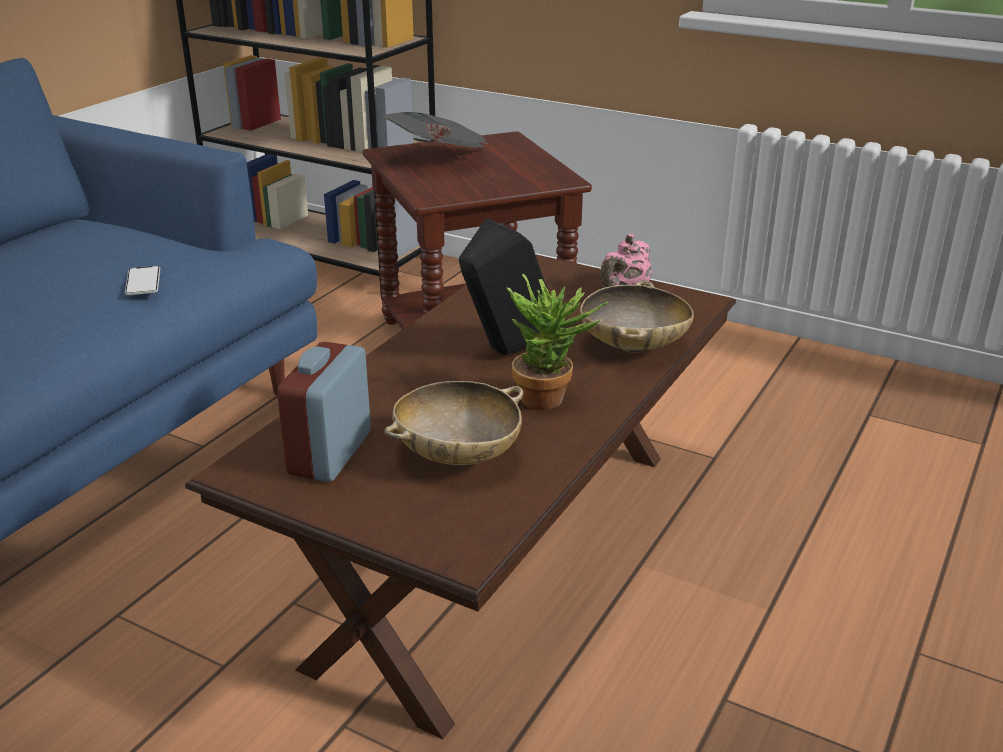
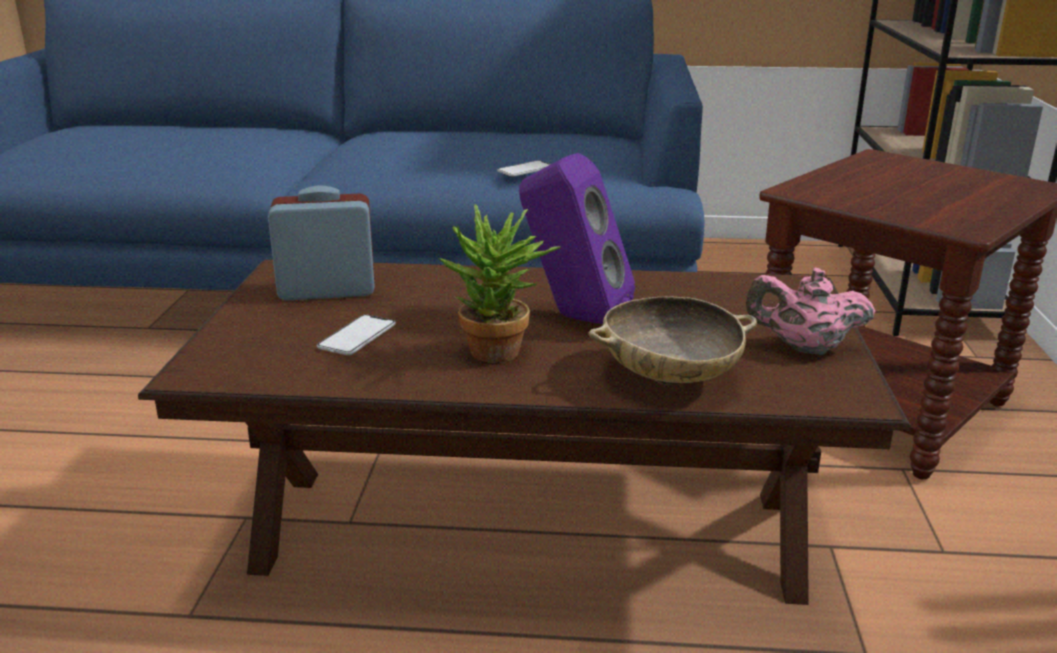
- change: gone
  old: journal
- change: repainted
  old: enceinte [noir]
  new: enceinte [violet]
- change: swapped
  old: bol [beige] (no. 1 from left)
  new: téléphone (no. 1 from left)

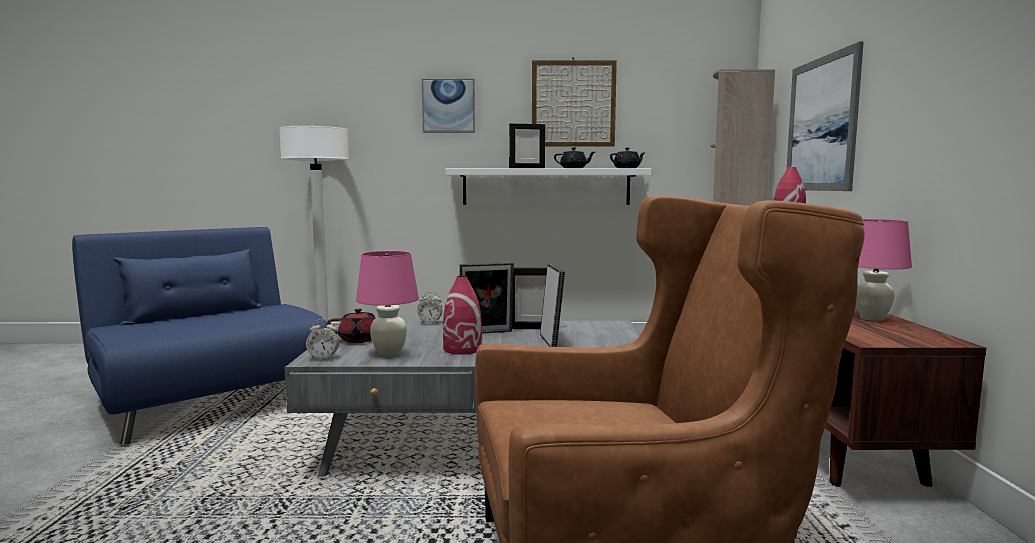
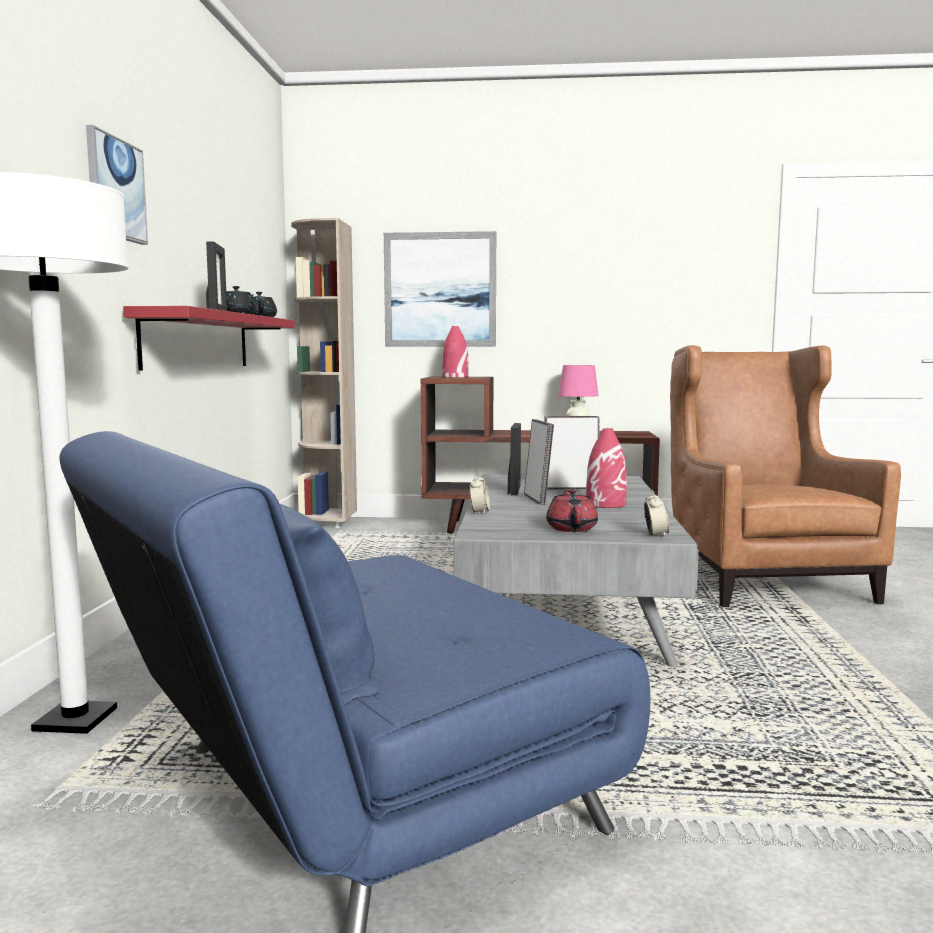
- change: gone
  old: tableau (no. 2 from left)
- change: repainted
  old: étagère [blanc]
  new: étagère [rouge]
- change: gone
  old: lampe de table [rose] (no. 1 from left)

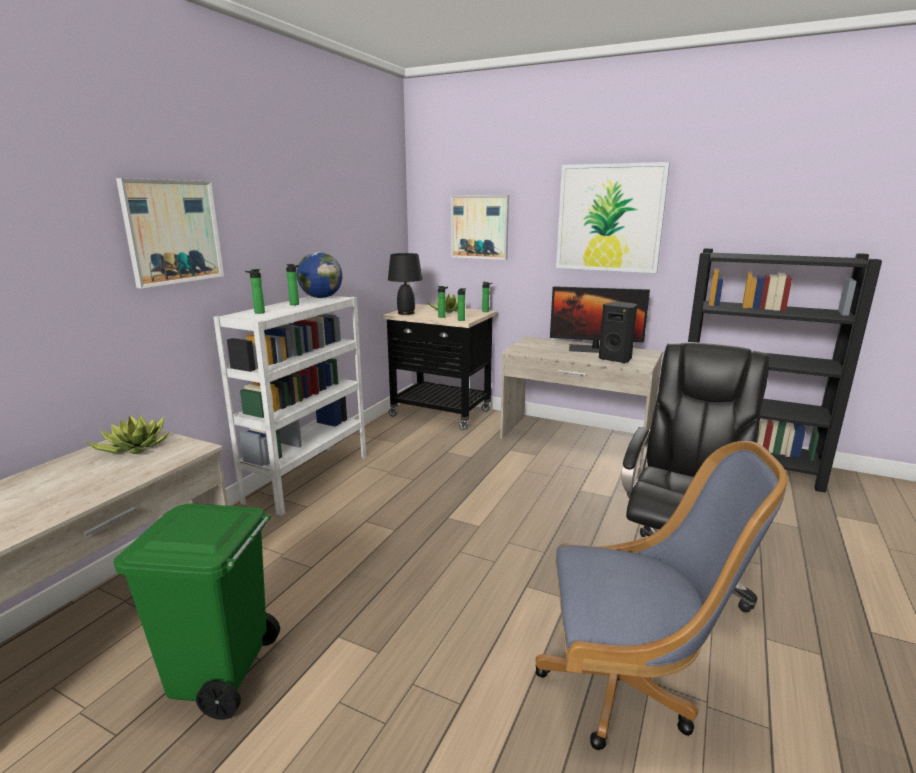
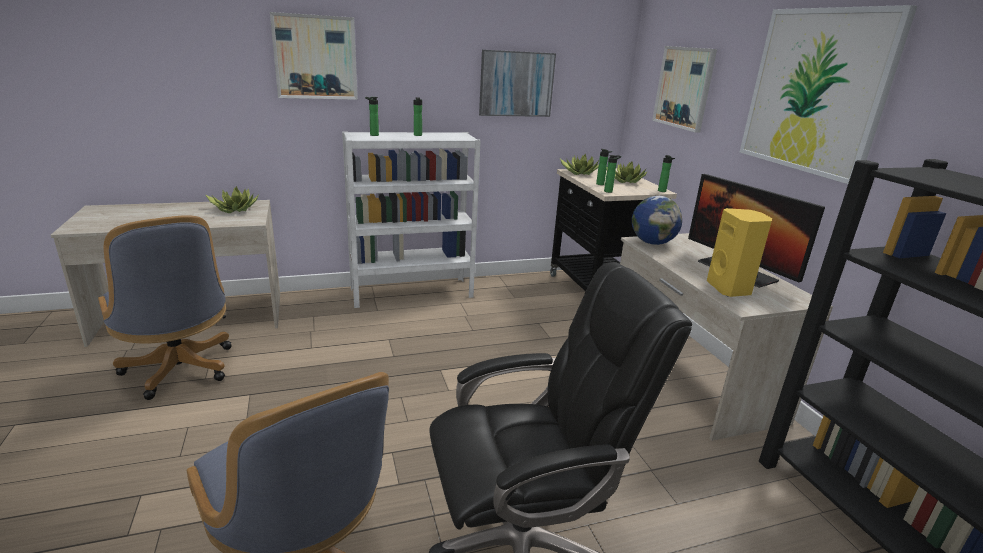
- change: shifted
  old: globe
- change: swapped
  old: lampe de table [noir]
  new: plante en pot (no. 2 from left)
- change: repainted
  old: enceinte [noir]
  new: enceinte [jaune]
- change: swapped
  old: poubelle [vert]
  new: chaise de bureau [bleu] (no. 1 from left)
- change: new
  new: tableau (no. 2 from left)

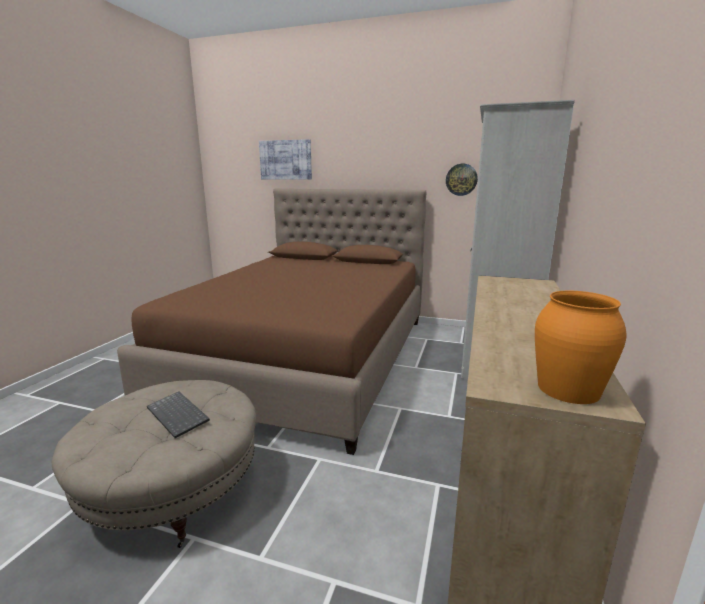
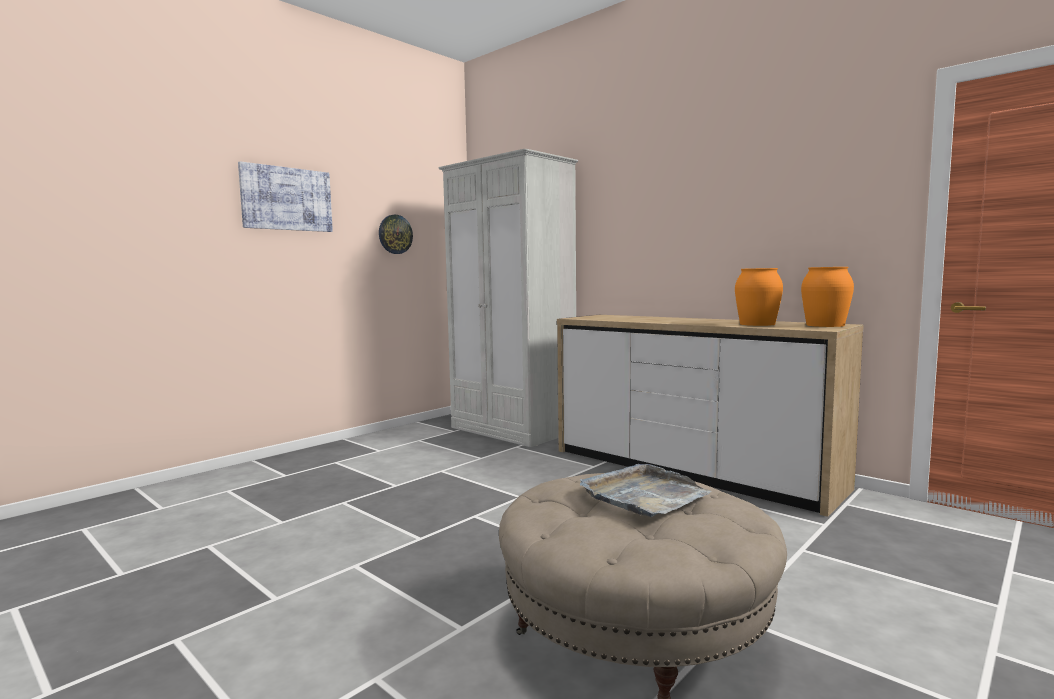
- change: shifted
  old: tableau
- change: gone
  old: lit [marron]
- change: swapped
  old: clavier
  new: plateau [gris]
- change: new
  new: vase [orange] (no. 1 from left)

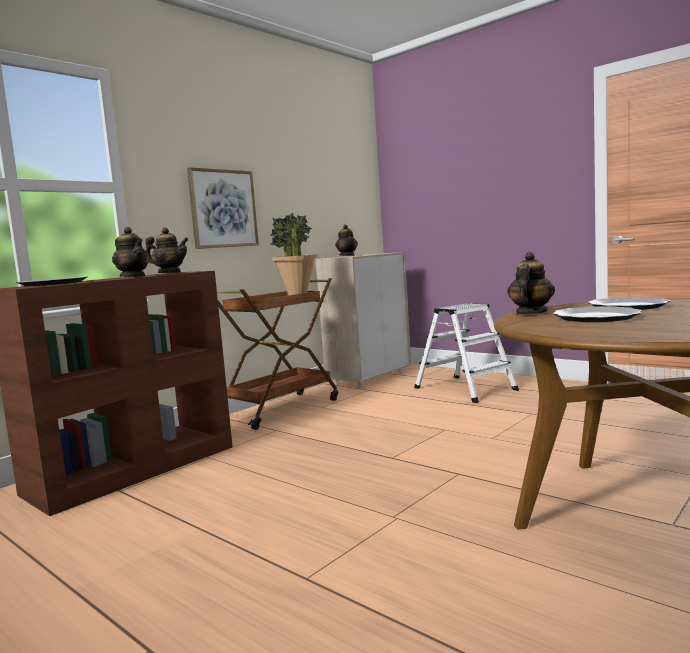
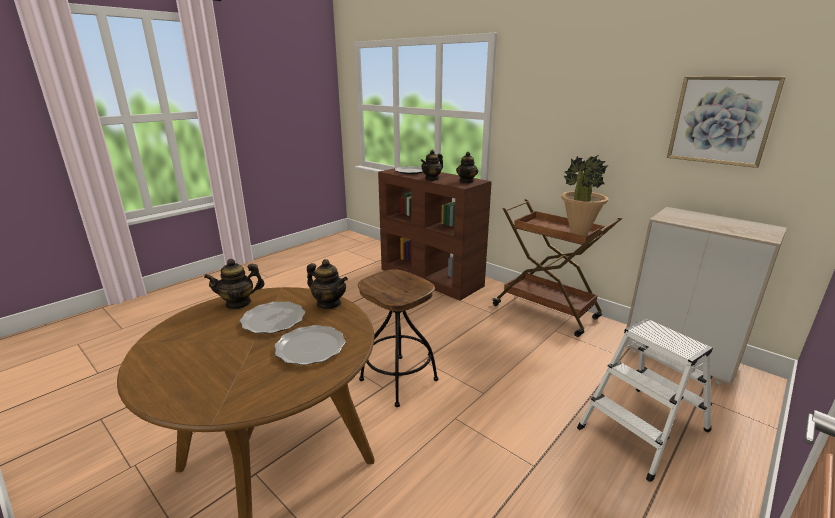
- change: shifted
  old: tableau
- change: shifted
  old: théière (no. 3 from left in the first image)
  new: théière (no. 1 from left)
- change: new
  new: tabouret [marron]

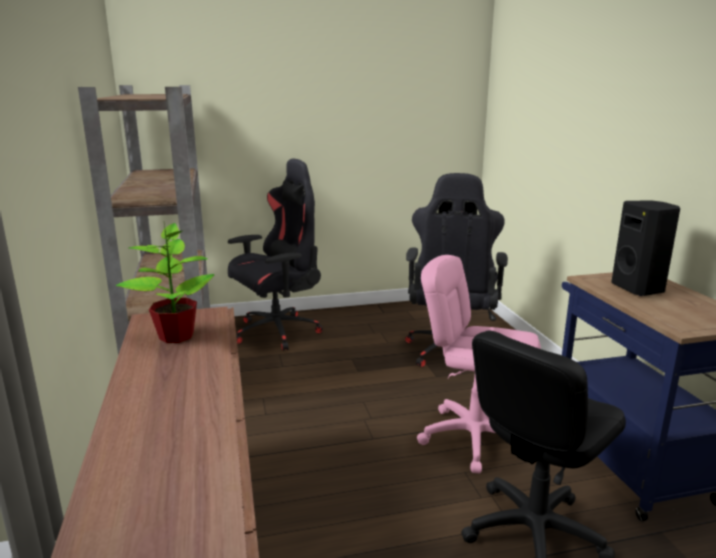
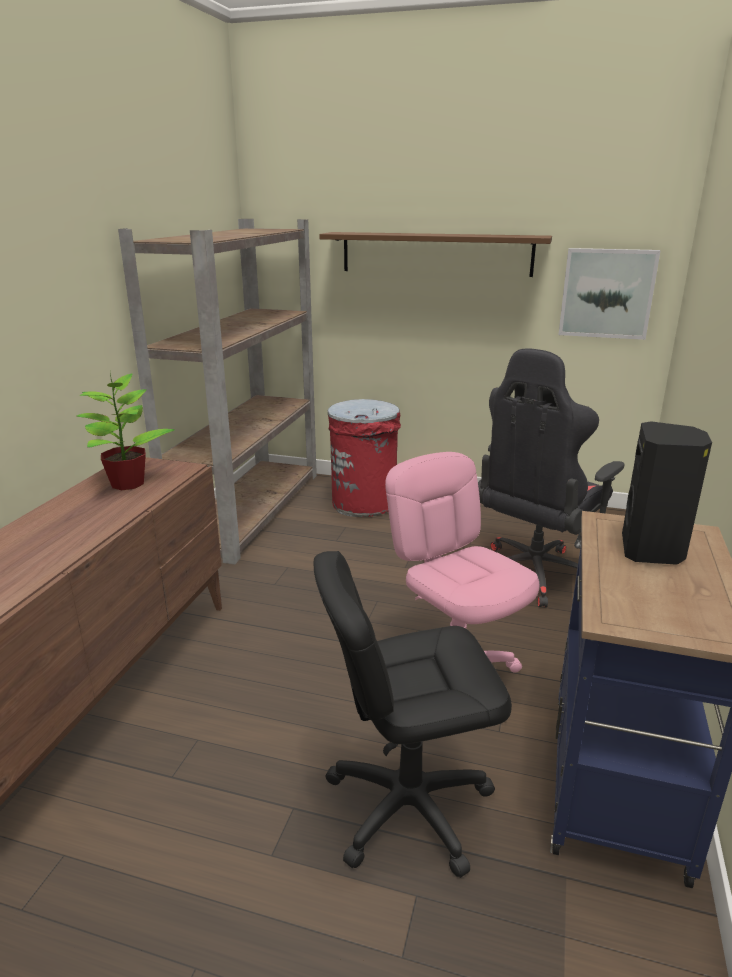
- change: swapped
  old: chaise de bureau [noir] (no. 1 from left)
  new: poubelle [rouge]
- change: new
  new: étagère [marron]
- change: new
  new: tableau

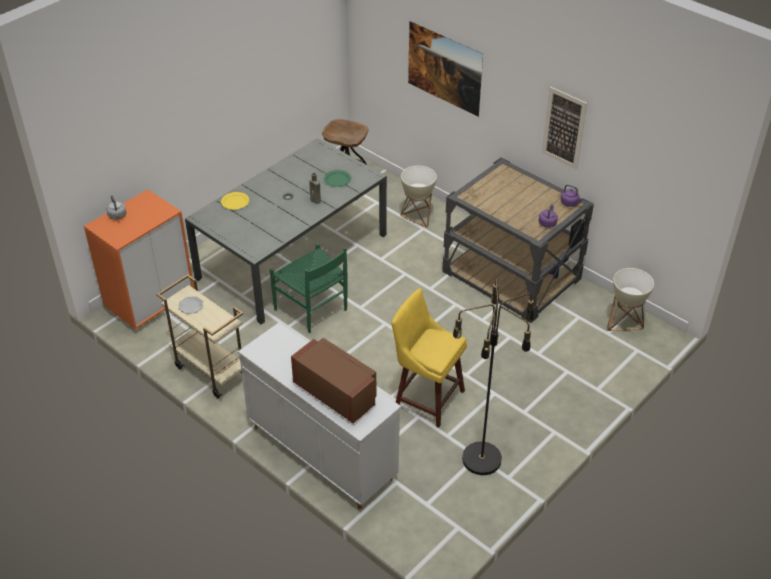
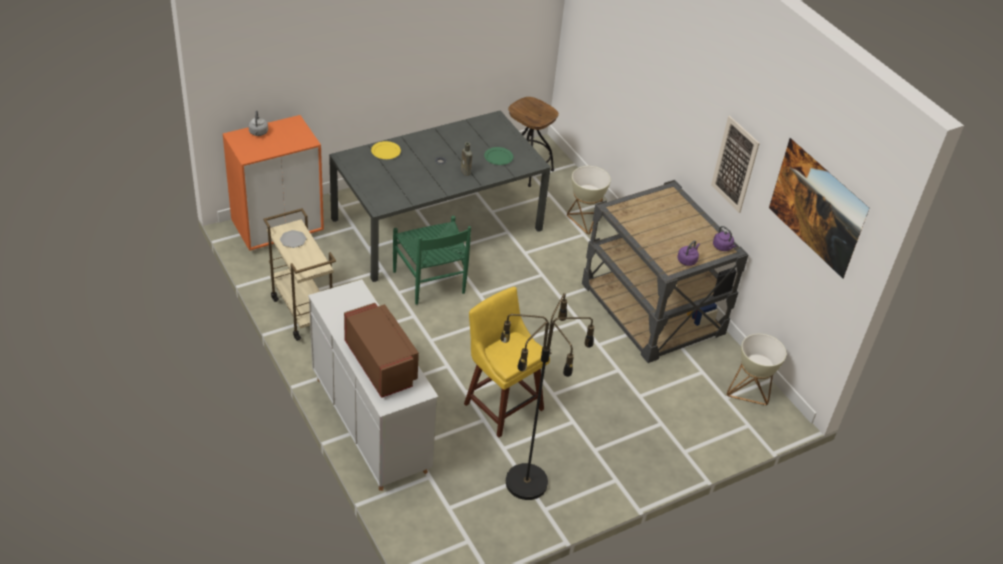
- change: shifted
  old: tableau (no. 1 from left in the first image)
  new: tableau (no. 2 from left)

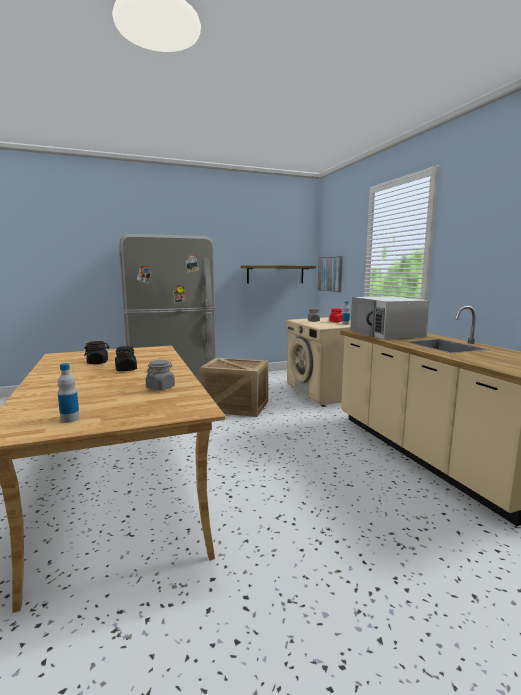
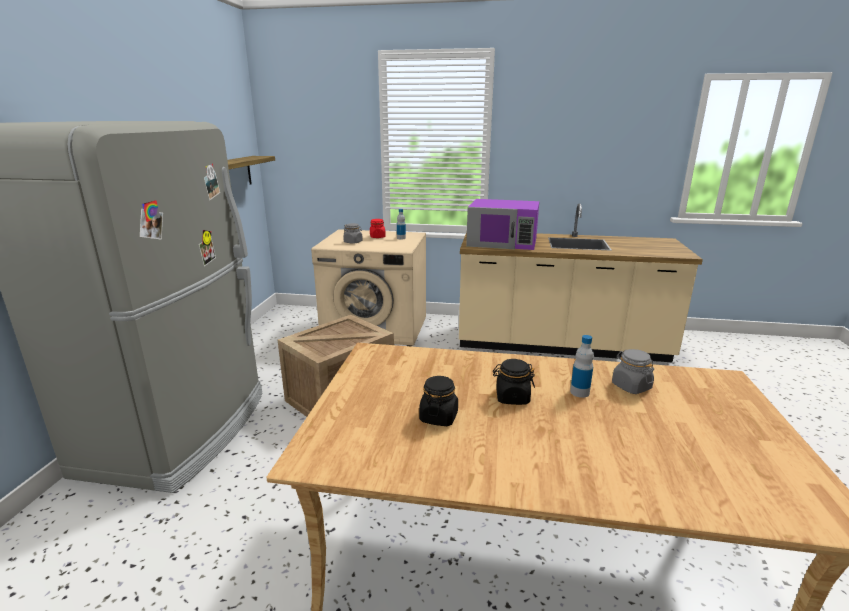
- change: gone
  old: tableau
- change: repainted
  old: micro-ondes [blanc]
  new: micro-ondes [violet]
- change: shifted
  old: bouteille (no. 1 from left in the first image)
  new: bouteille (no. 2 from left)

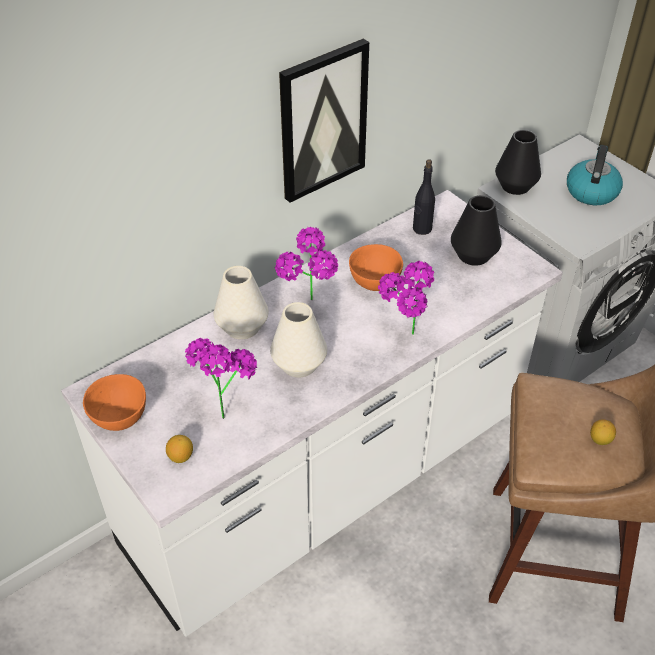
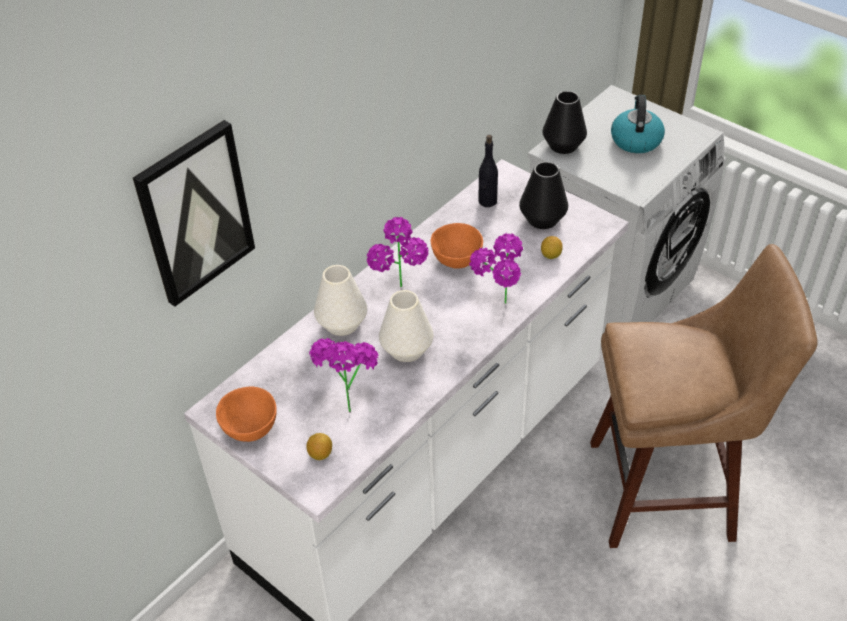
- change: shifted
  old: tableau
- change: shifted
  old: citron (no. 2 from left)

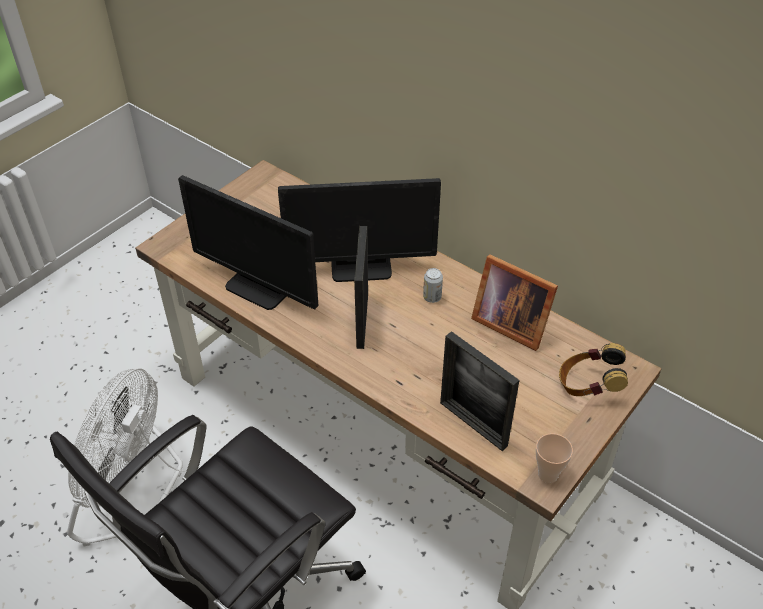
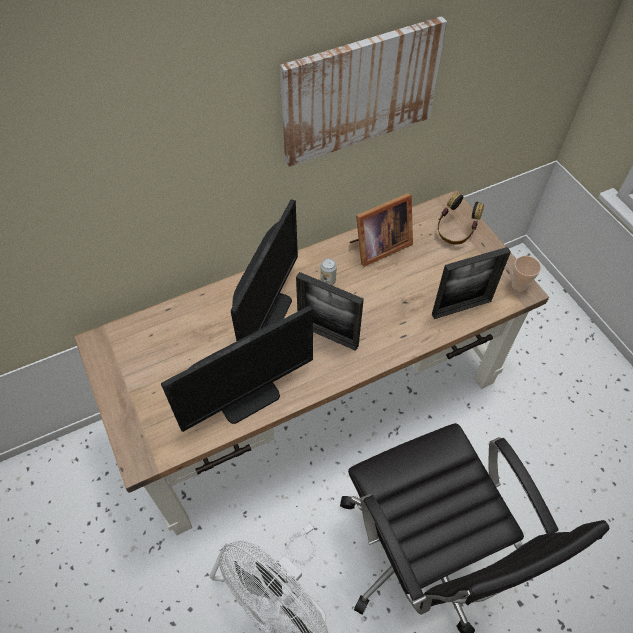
- change: new
  new: tableau

